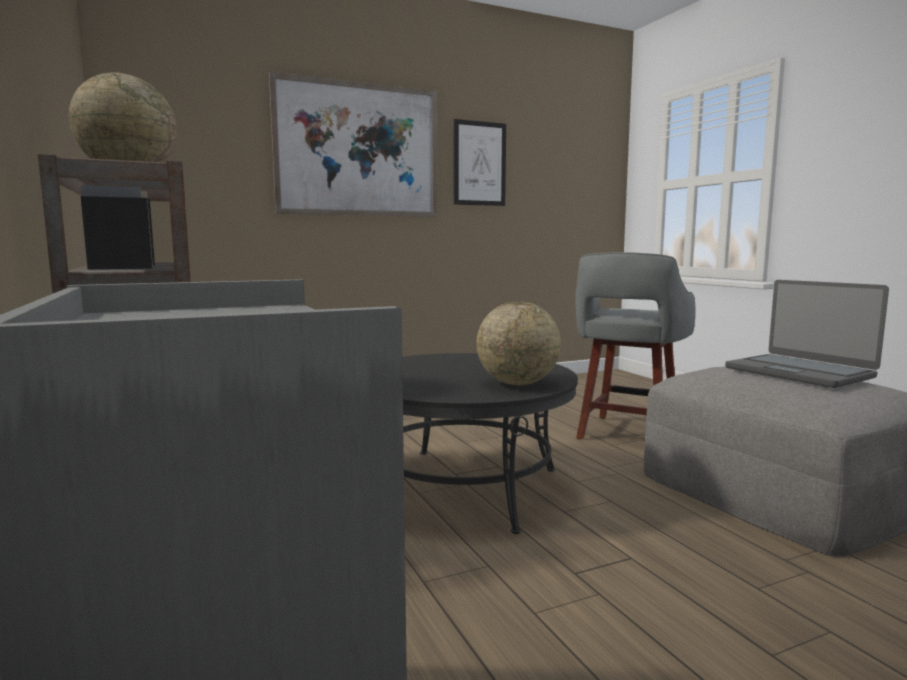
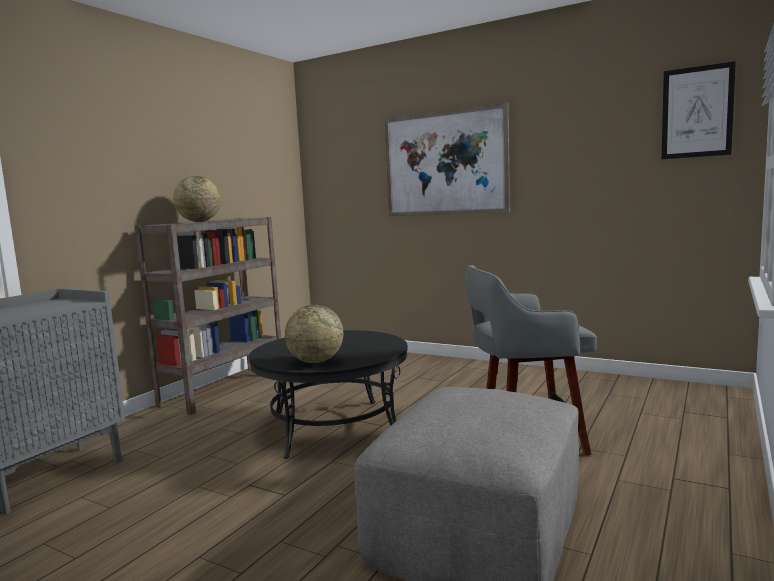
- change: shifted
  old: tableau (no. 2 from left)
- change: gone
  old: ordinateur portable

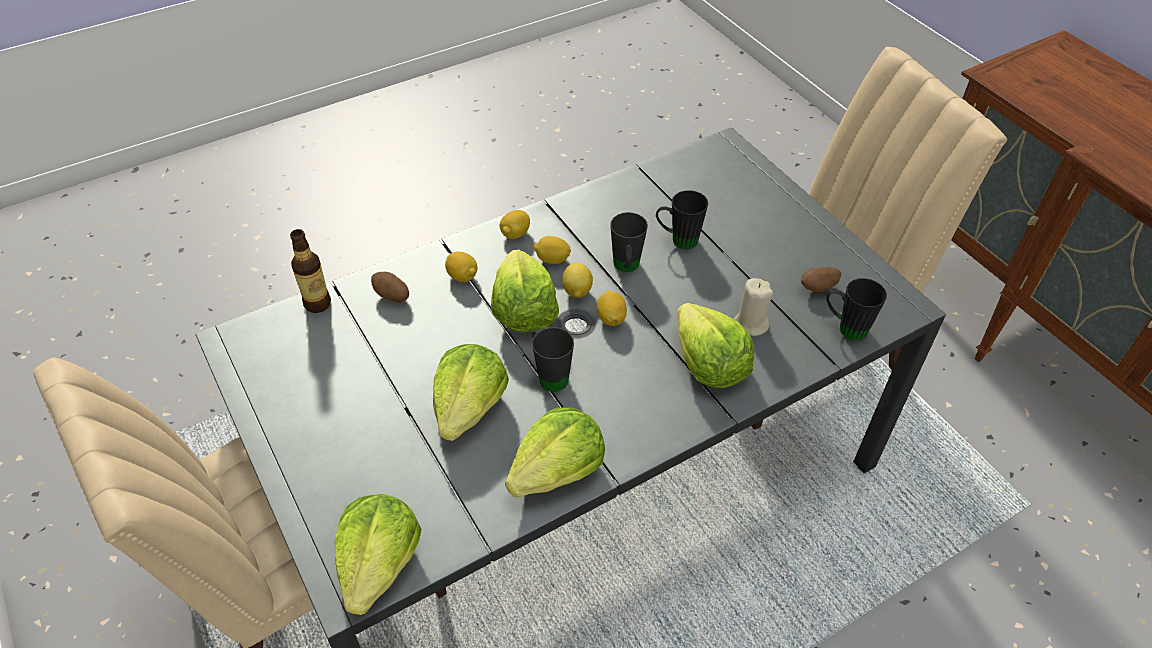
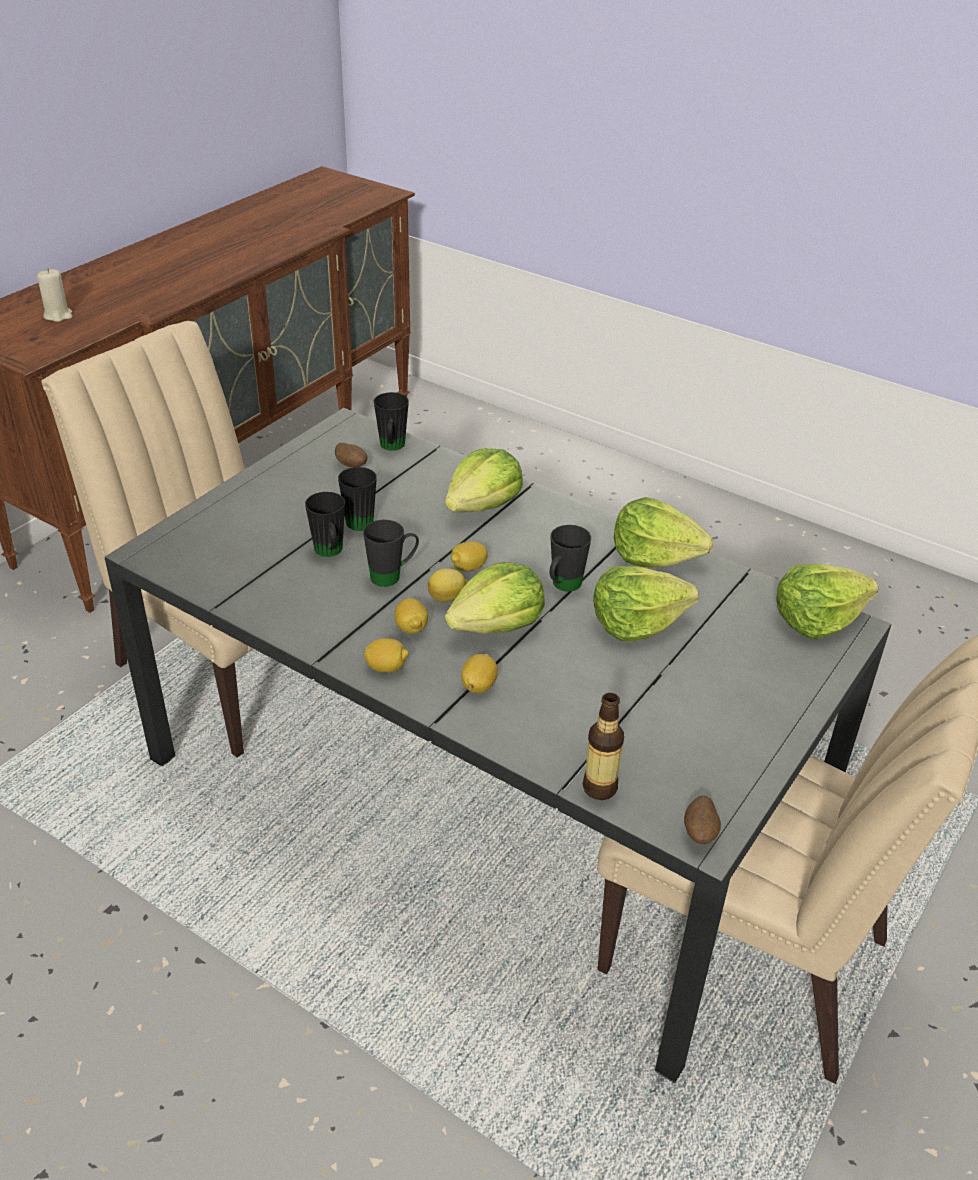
- change: shifted
  old: pomme de terre (no. 1 from left in the first image)
  new: pomme de terre (no. 2 from left)
- change: shifted
  old: bougie [beige]
- change: new
  new: mug [noir] (no. 2 from left)

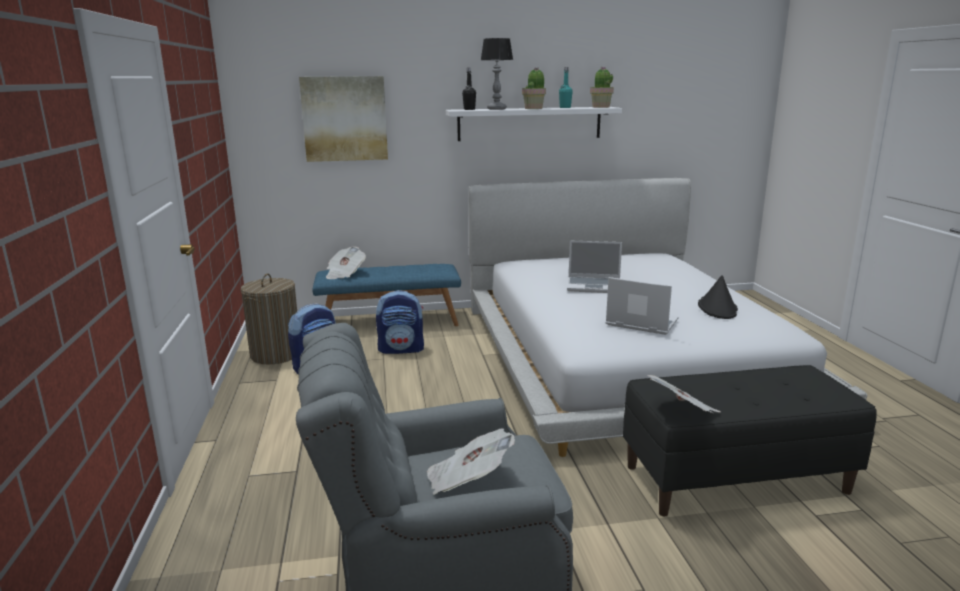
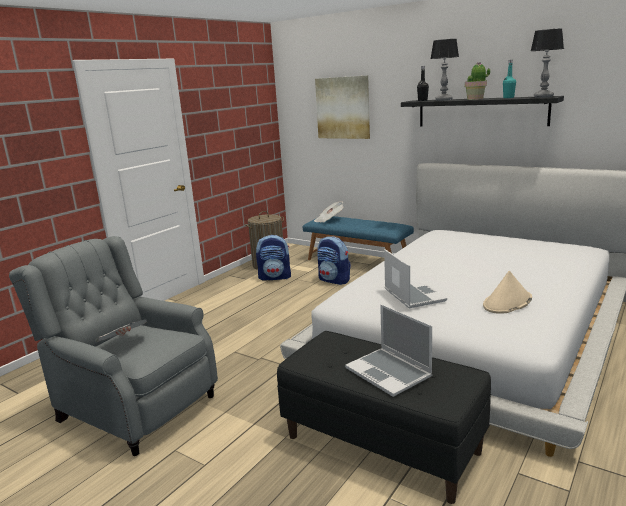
- change: swapped
  old: plante en pot (no. 2 from left)
  new: lampe de table (no. 2 from left)
- change: repainted
  old: étagère [blanc]
  new: étagère [noir]
- change: shifted
  old: ordinateur portable (no. 1 from left)
- change: repainted
  old: chapeau [noir]
  new: chapeau [beige]
- change: gone
  old: journal (no. 3 from left)

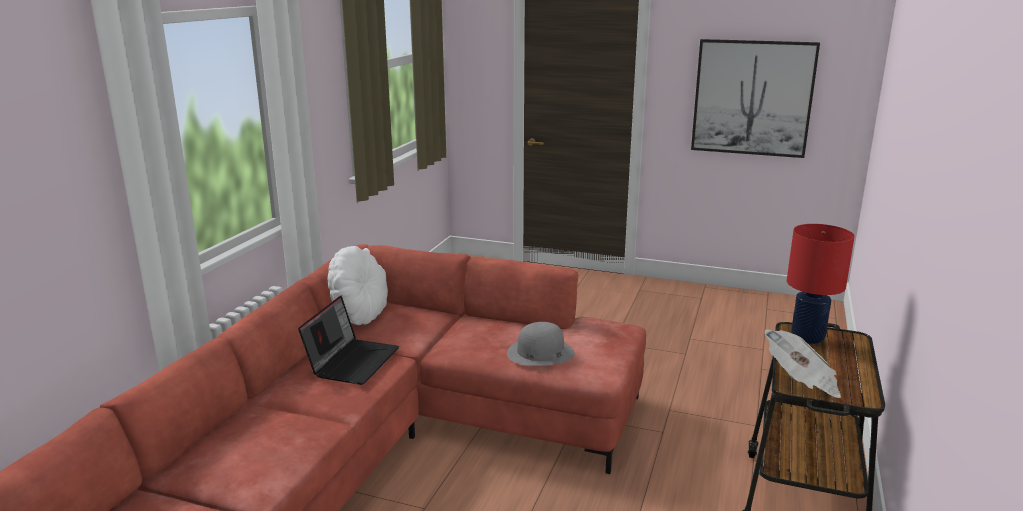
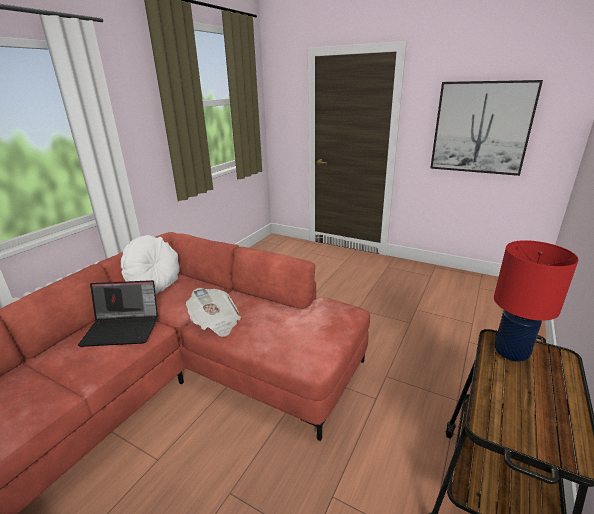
- change: rotated
  old: ordinateur portable
  degrees: 60
- change: gone
  old: chapeau [gris]
- change: shifted
  old: journal

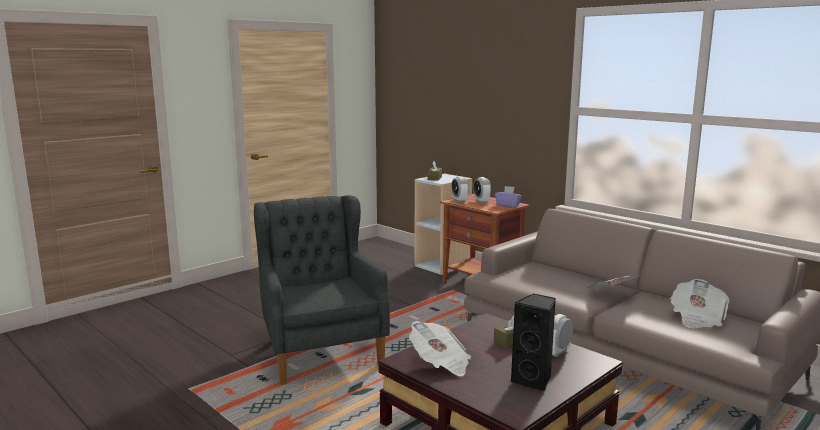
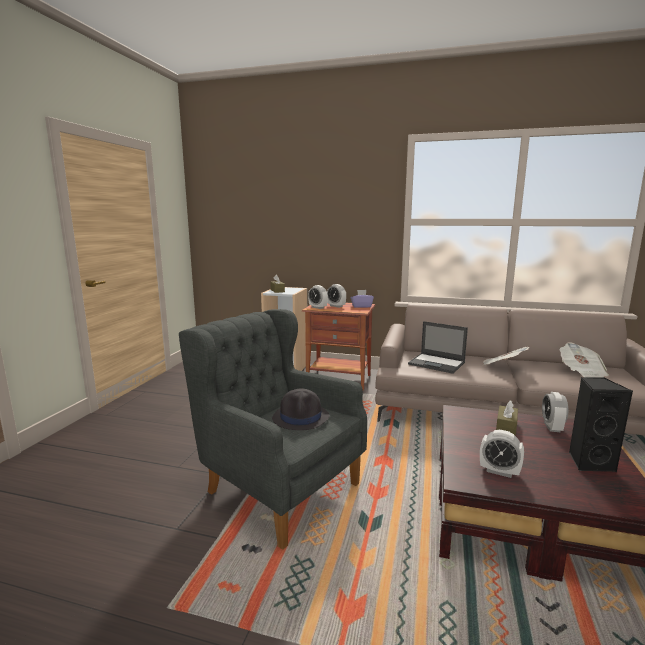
- change: swapped
  old: journal (no. 1 from left)
  new: réveil (no. 3 from left)
- change: new
  new: ordinateur portable
- change: new
  new: chapeau [noir]

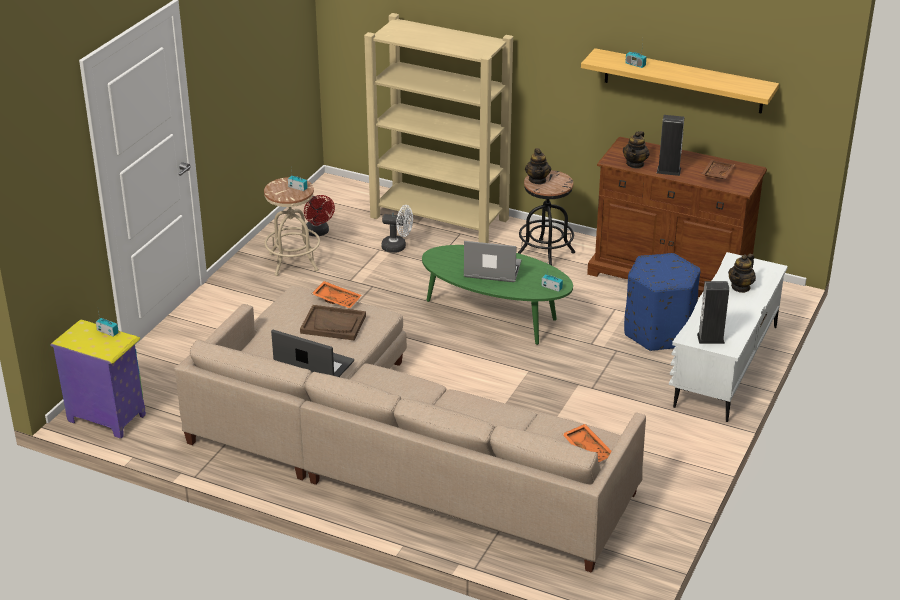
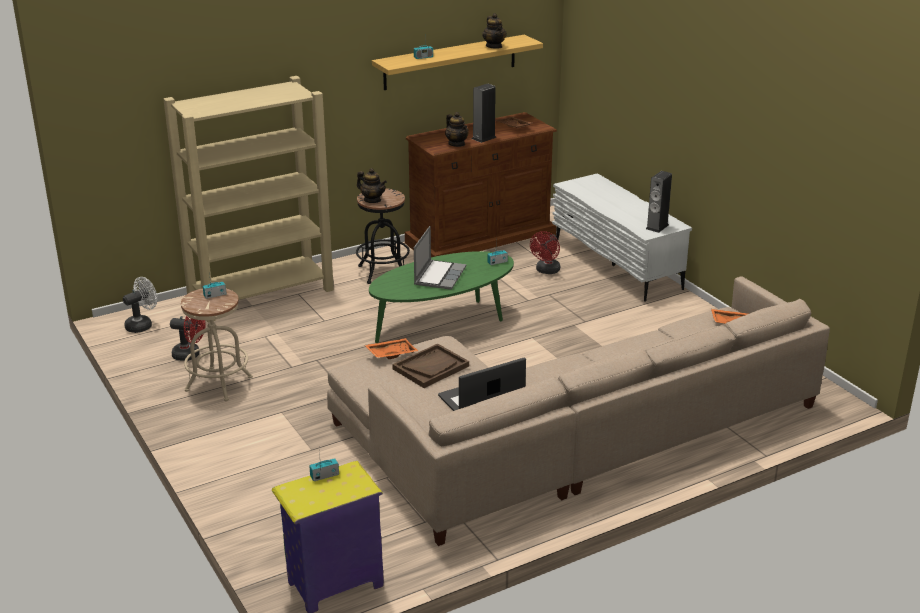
- change: shifted
  old: ventilateur [blanc]
- change: rotated
  old: ordinateur portable (no. 2 from left in the first image)
  degrees: 150
- change: swapped
  old: pouf [bleu]
  new: ventilateur [rouge] (no. 2 from left)
- change: shifted
  old: théière (no. 3 from left)

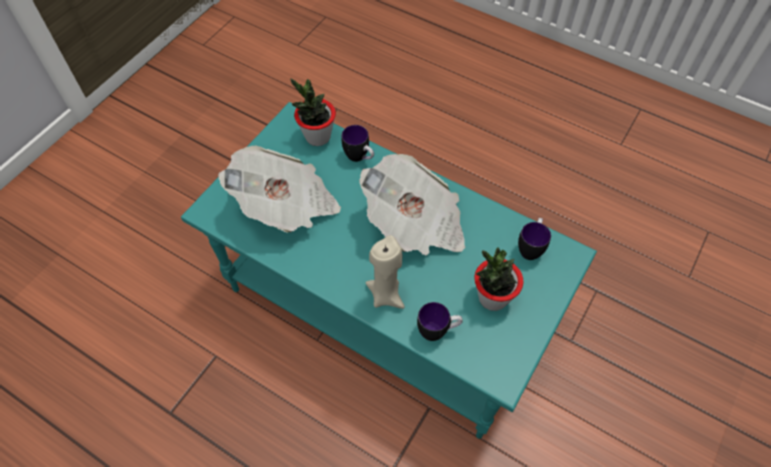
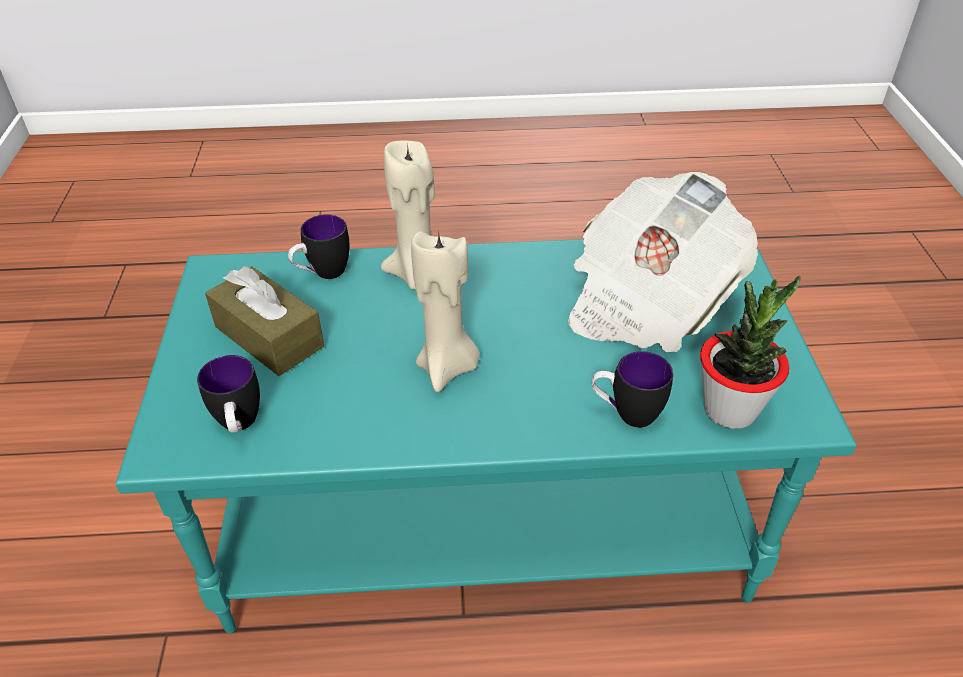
- change: swapped
  old: journal (no. 2 from left)
  new: bougie [beige] (no. 2 from left)
- change: swapped
  old: plante en pot (no. 2 from left)
  new: boîte à mouchoirs [marron]

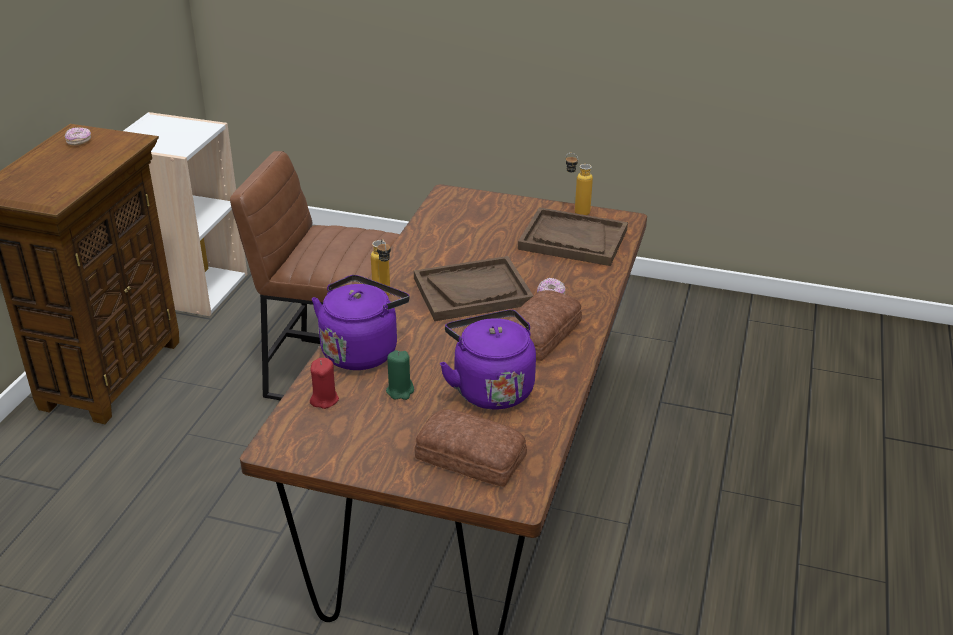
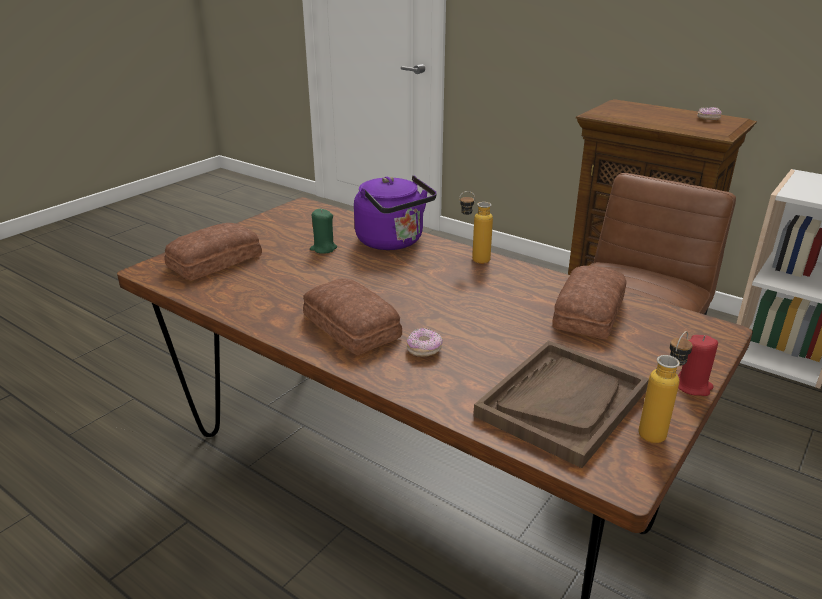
- change: gone
  old: plateau [marron] (no. 1 from left)
- change: gone
  old: bouilloire [violet] (no. 2 from left)
- change: shifted
  old: bougie [rouge]
- change: new
  new: pain (no. 3 from left)

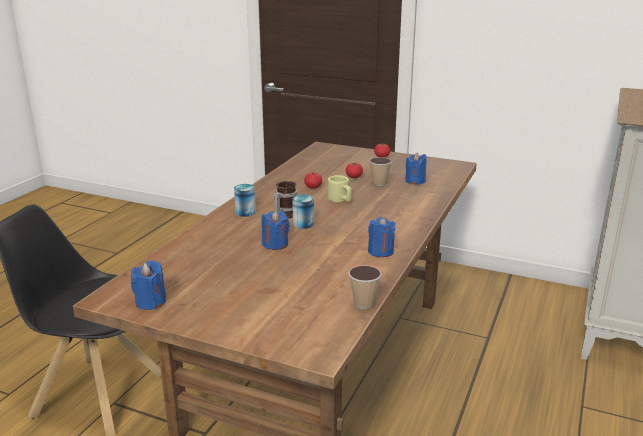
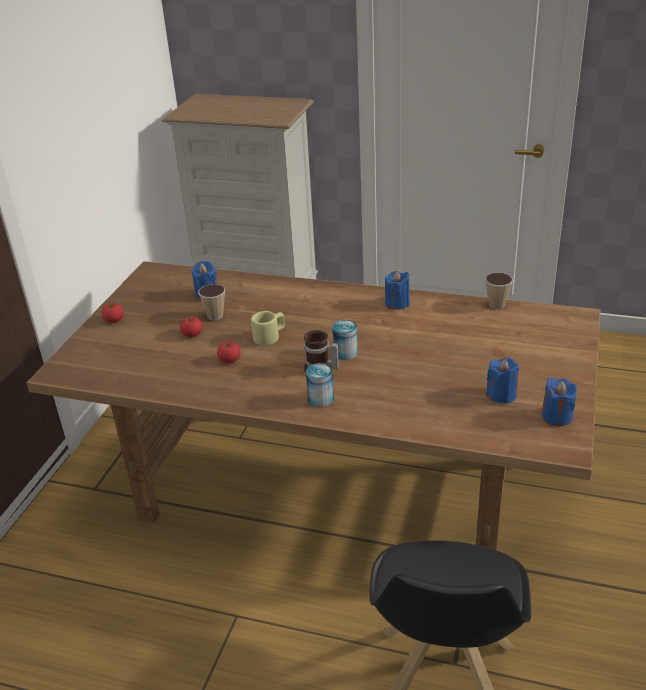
- change: shifted
  old: bougie [bleu] (no. 2 from left in the first image)
  new: bougie [bleu] (no. 3 from left)

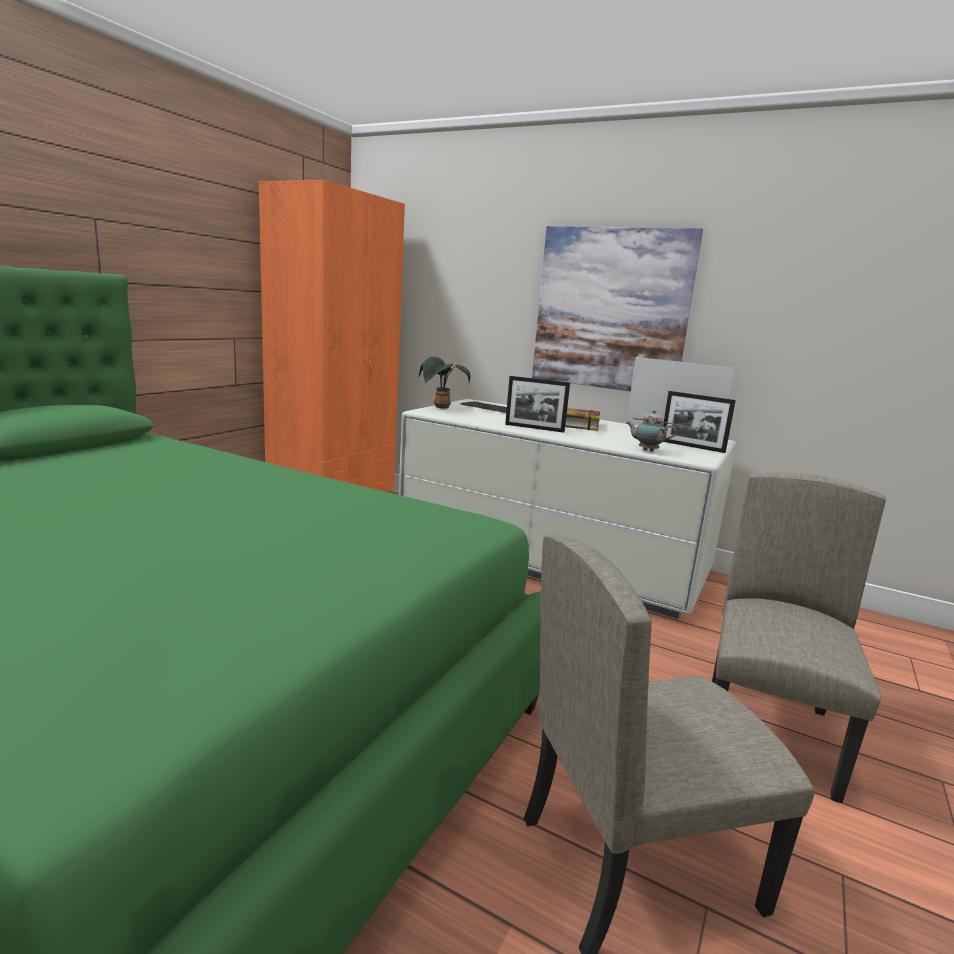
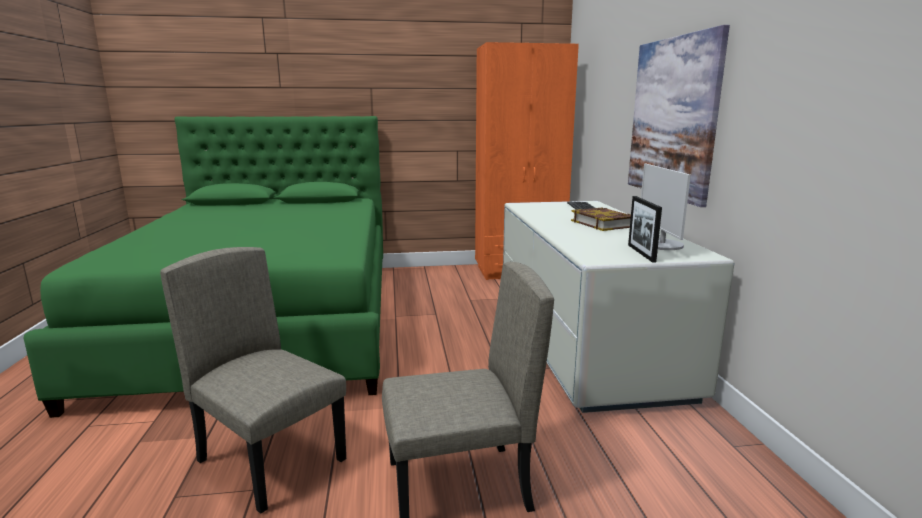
- change: gone
  old: plante en pot
- change: gone
  old: cadre photo (no. 1 from left)
- change: gone
  old: théière

